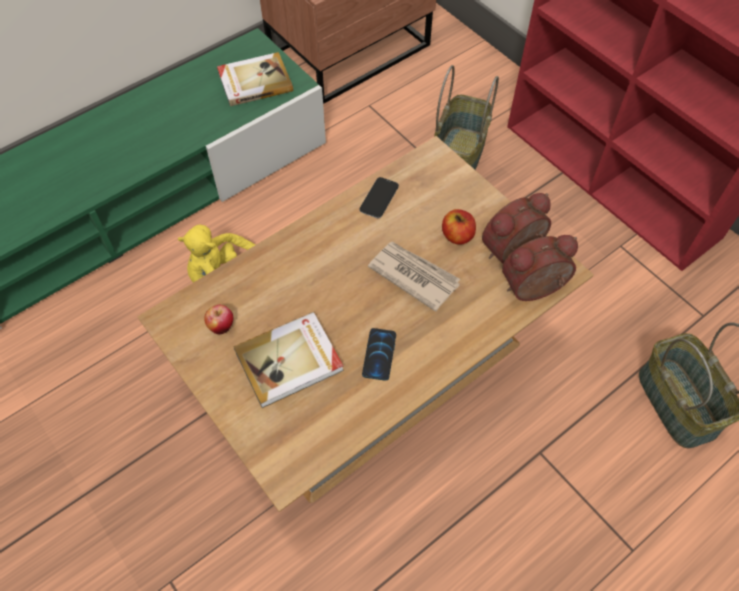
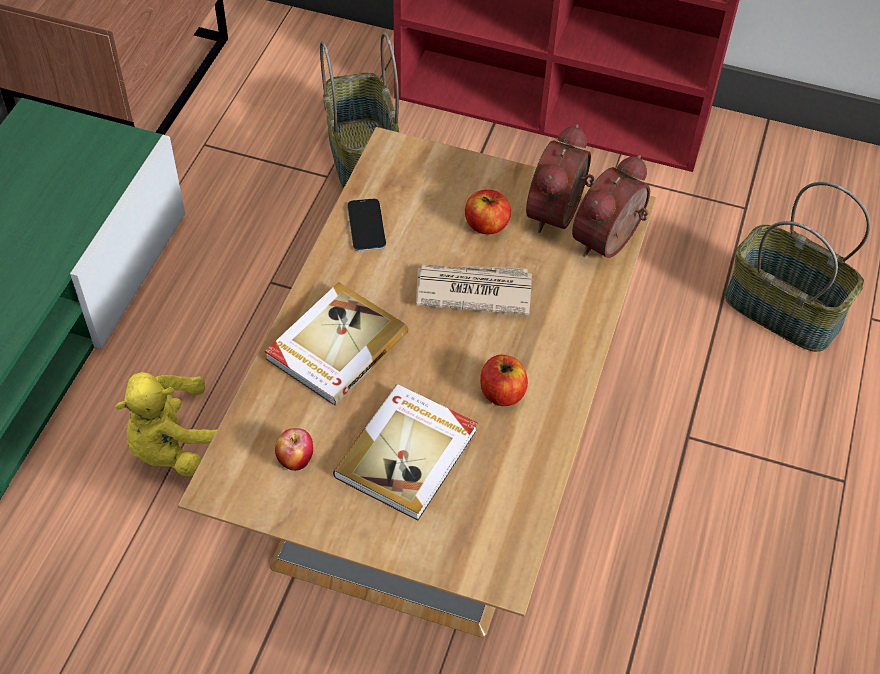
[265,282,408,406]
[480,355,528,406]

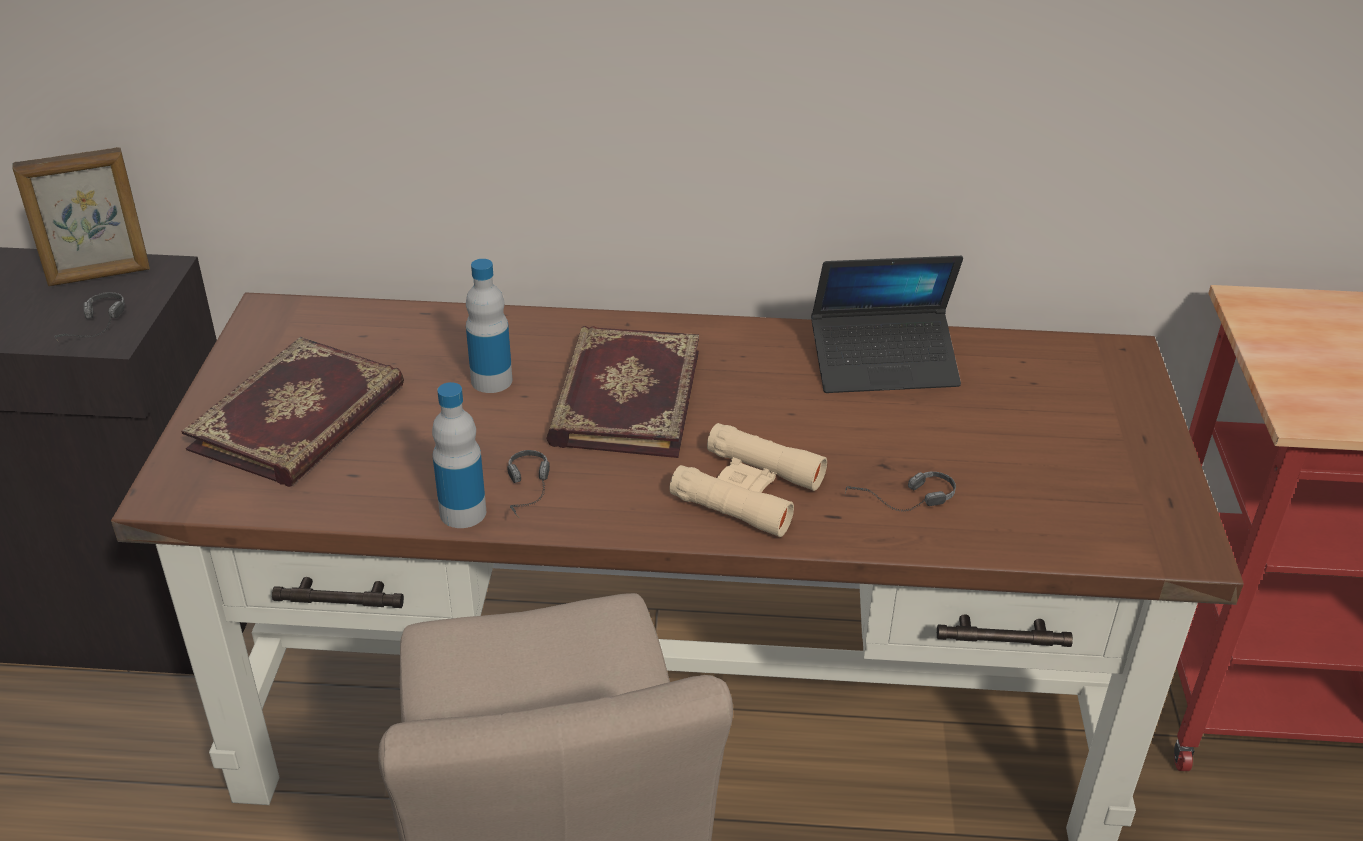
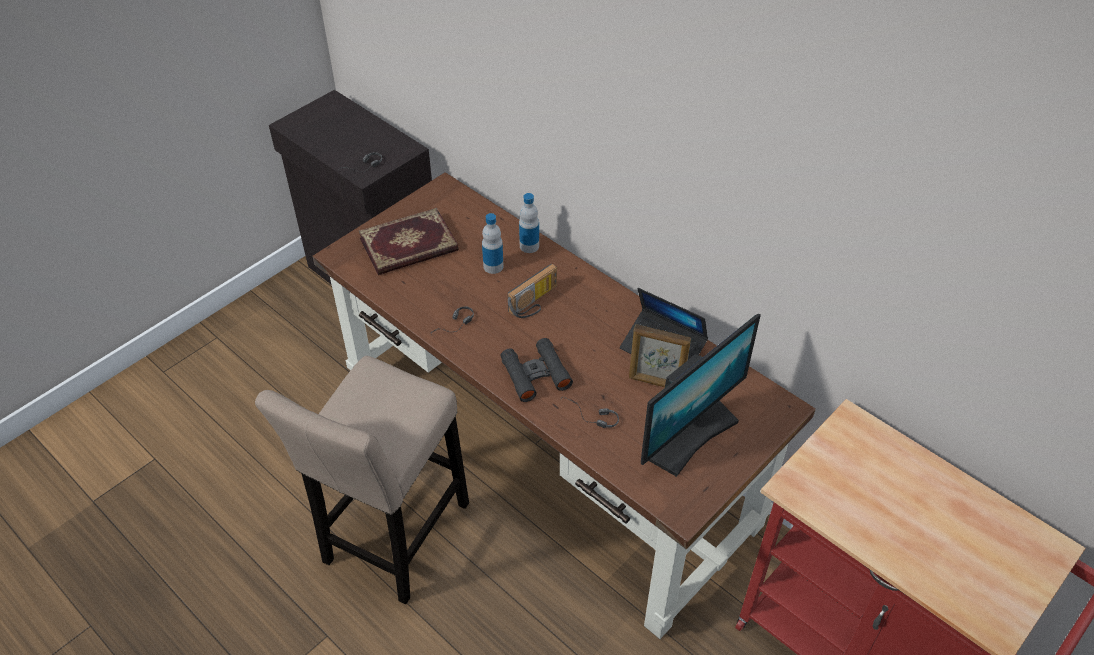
[629,324,691,387]
[519,193,539,253]
[508,264,557,318]
[501,338,573,402]
[641,314,761,477]

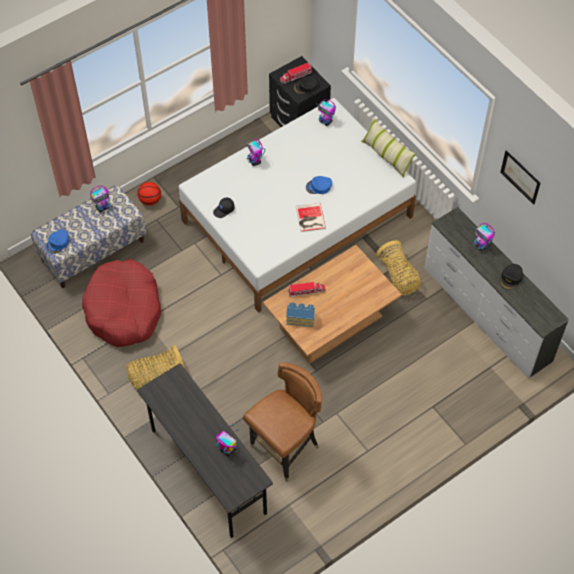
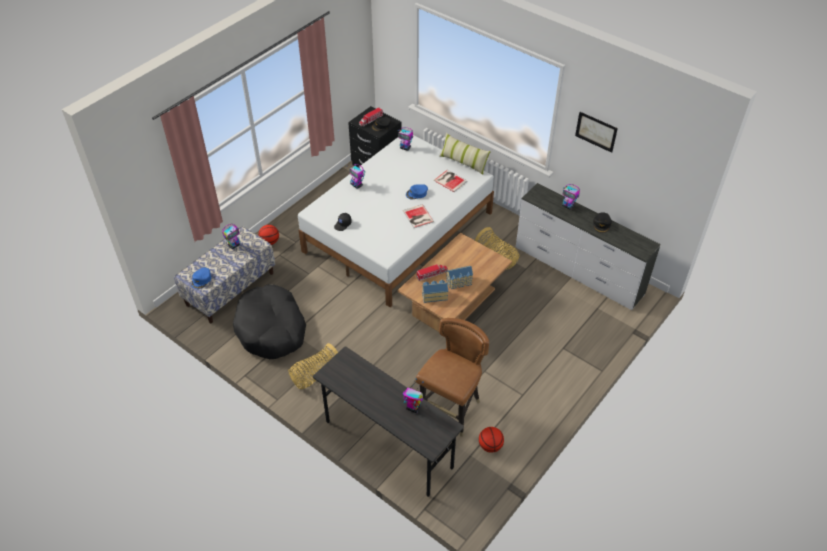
[233,284,306,359]
[434,170,467,192]
[446,266,473,289]
[479,427,504,453]

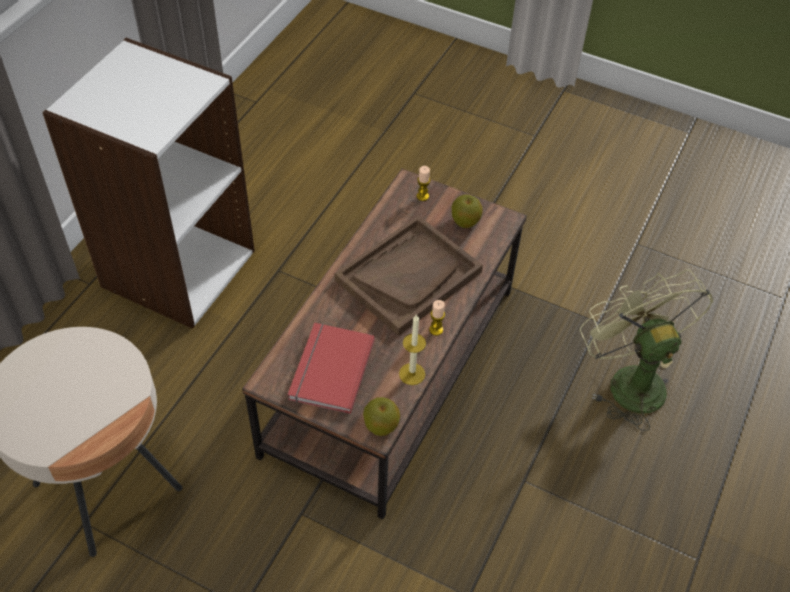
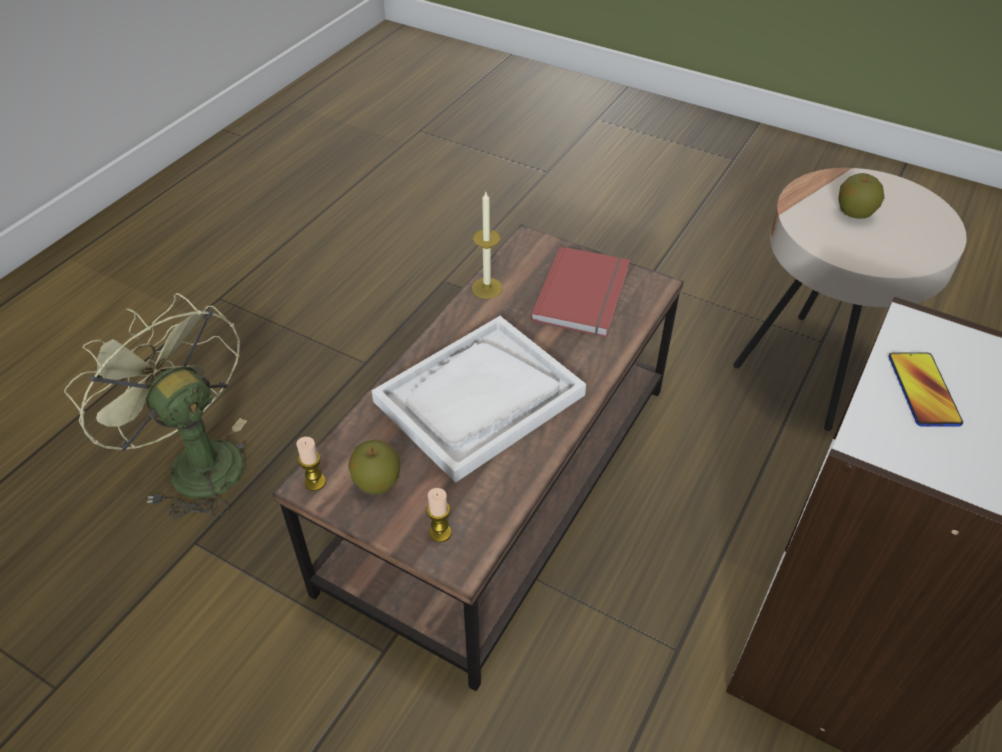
[372,316,586,483]
[838,173,884,219]
[296,437,326,491]
[64,293,247,518]
[888,353,963,427]

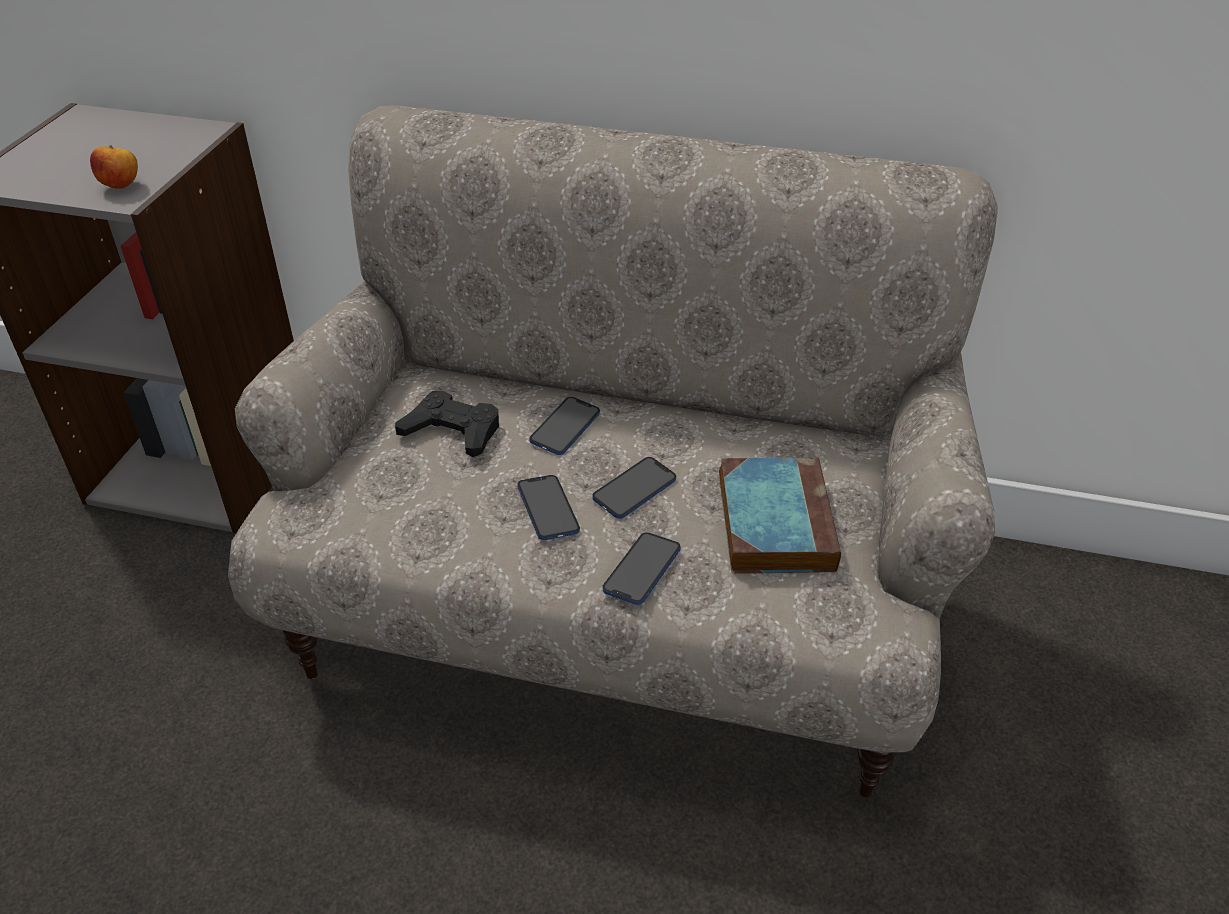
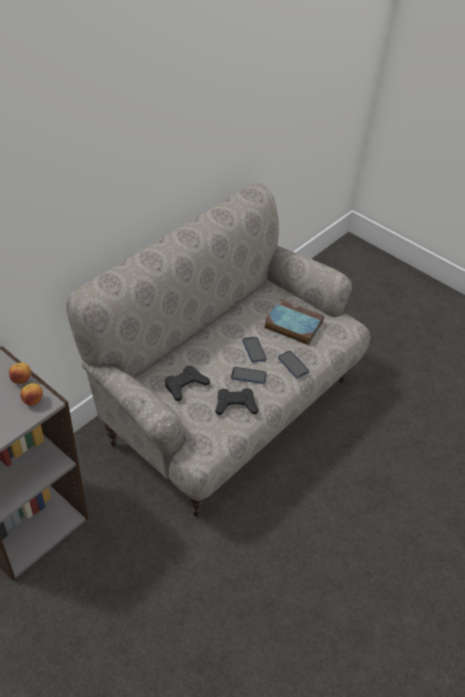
[529,397,600,455] (first image)
[9,363,31,384]
[215,388,259,415]

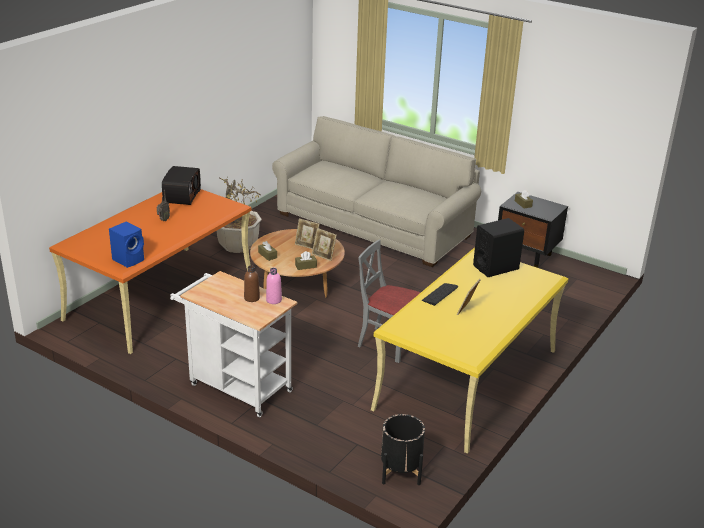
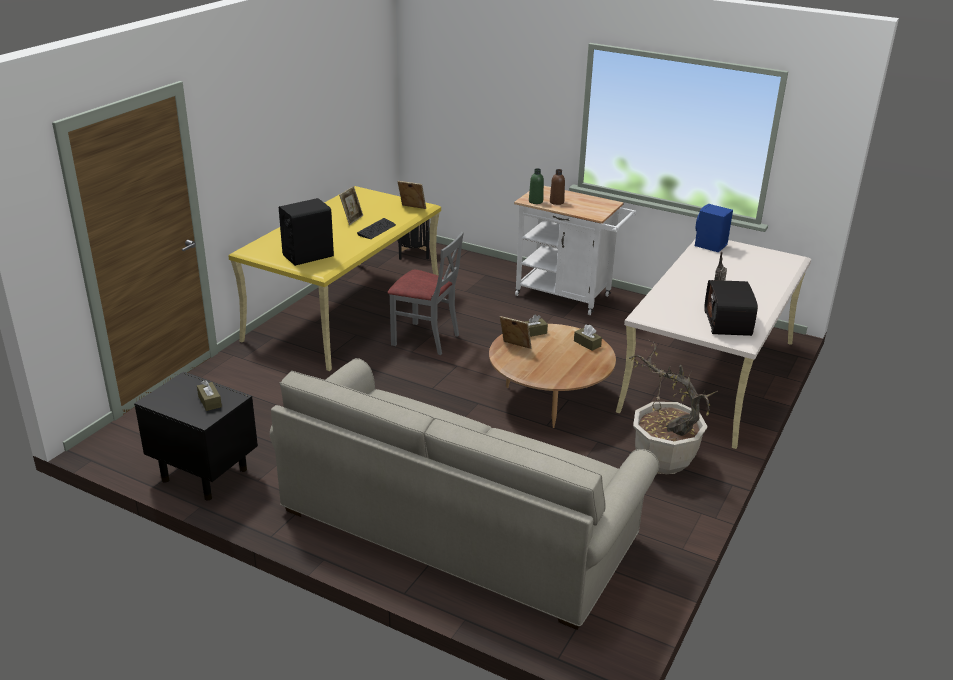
[616,239,811,449]
[529,168,544,204]
[397,181,426,209]

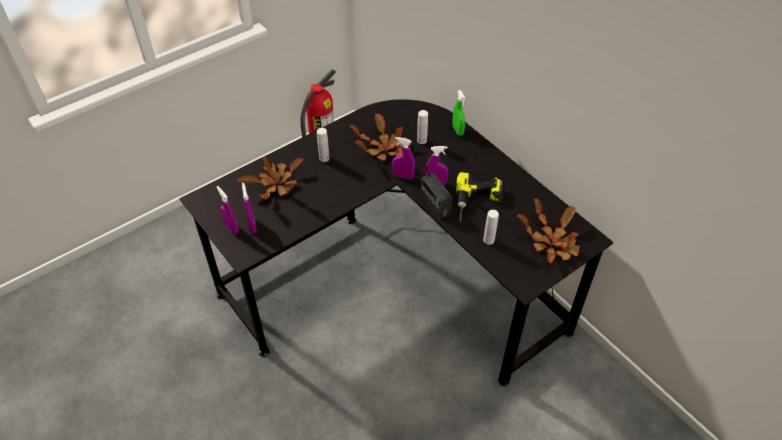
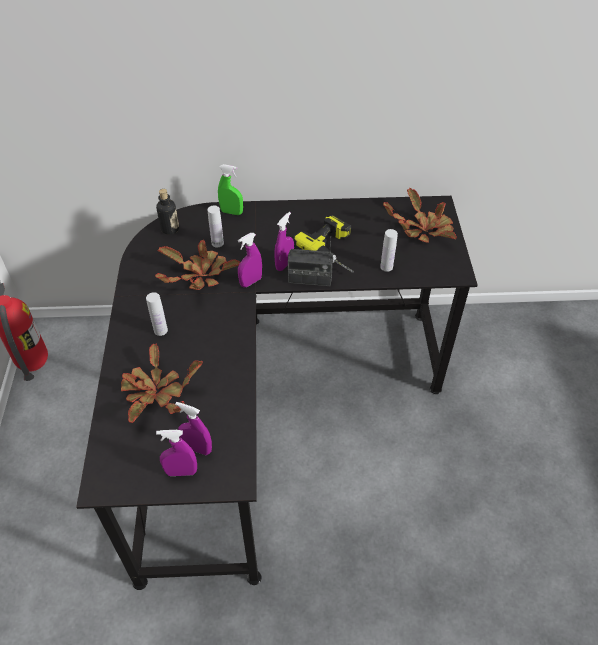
[156,189,179,235]

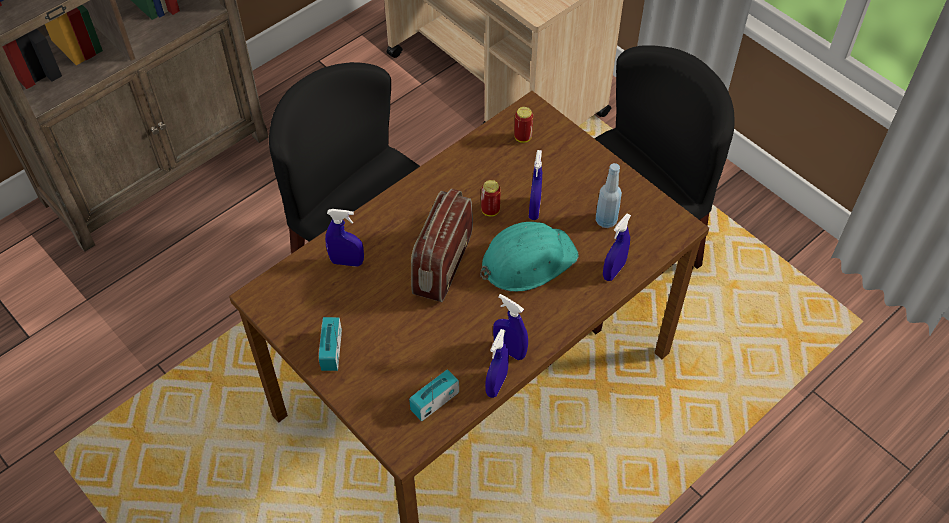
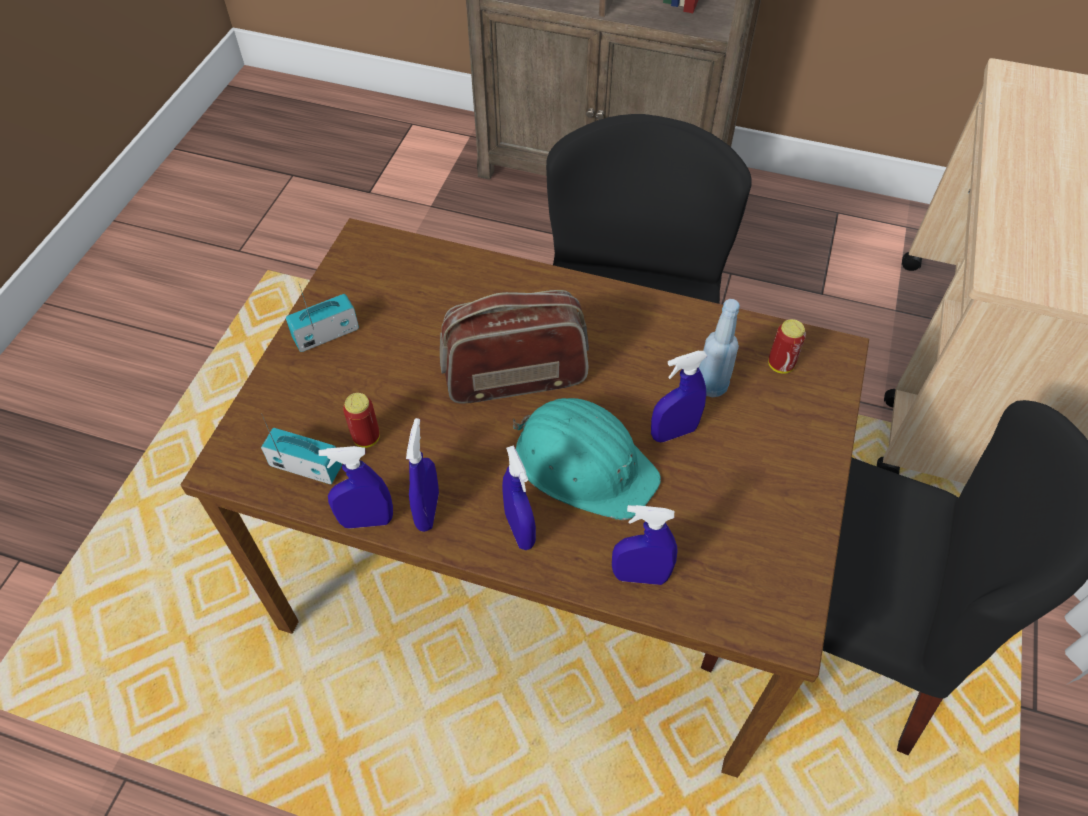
[502,445,536,550]
[343,393,380,448]
[699,299,740,397]

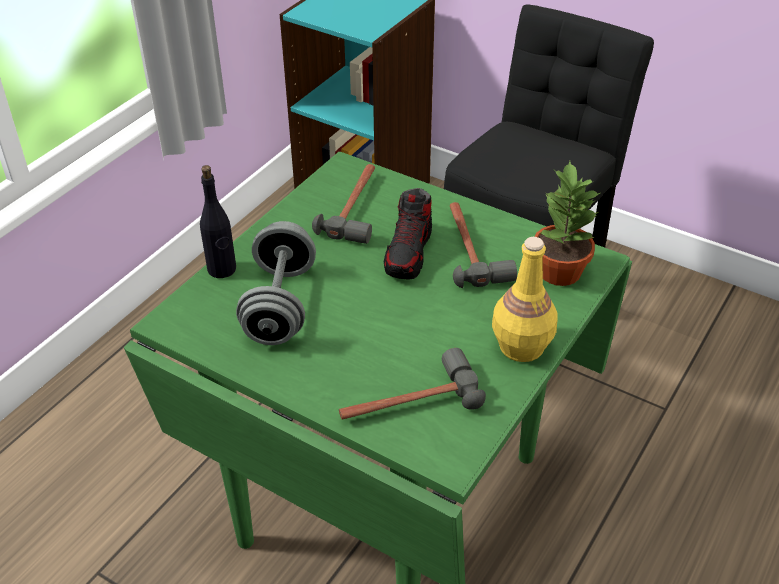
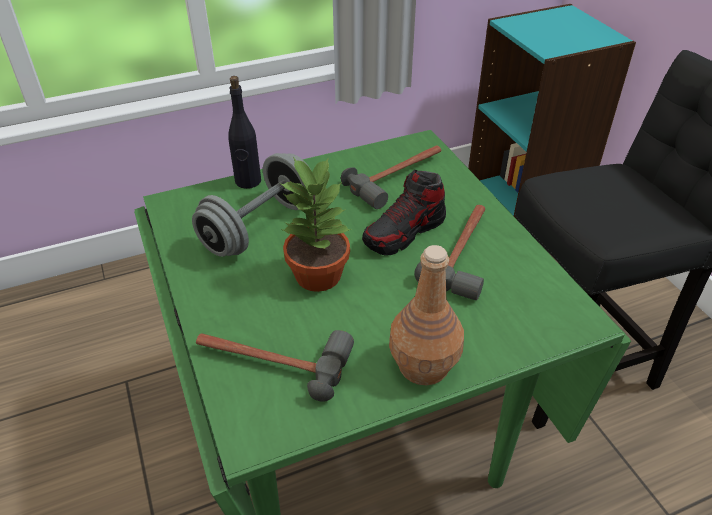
[389,245,464,385]
[280,157,352,292]

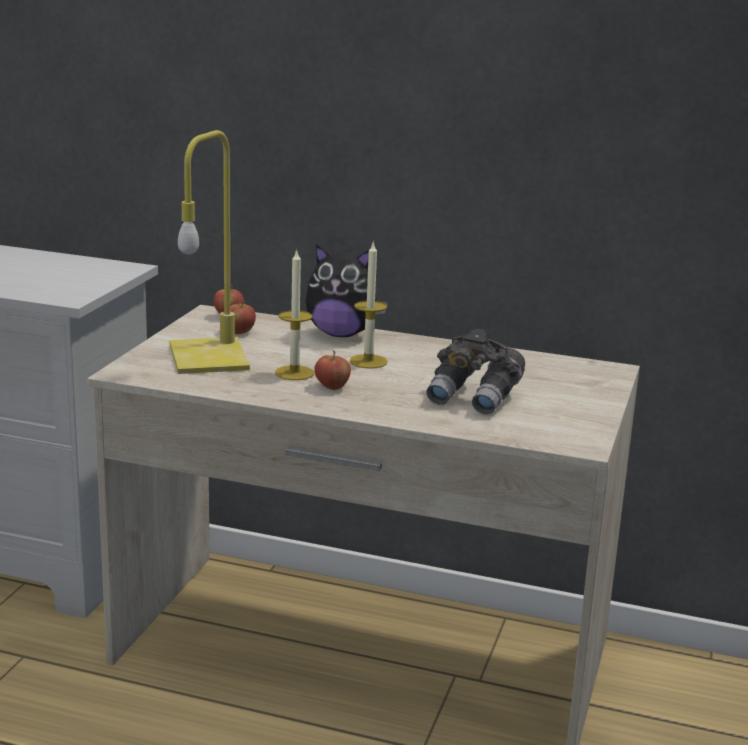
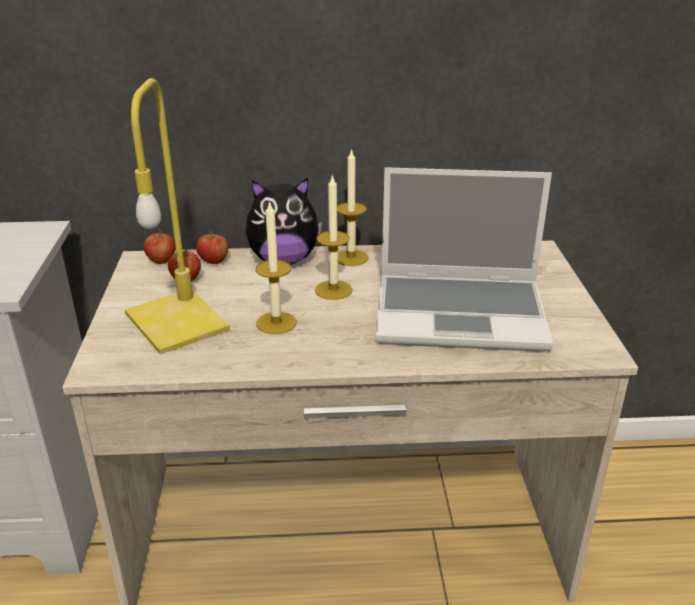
[196,230,228,264]
[376,167,553,352]
[337,148,369,266]

